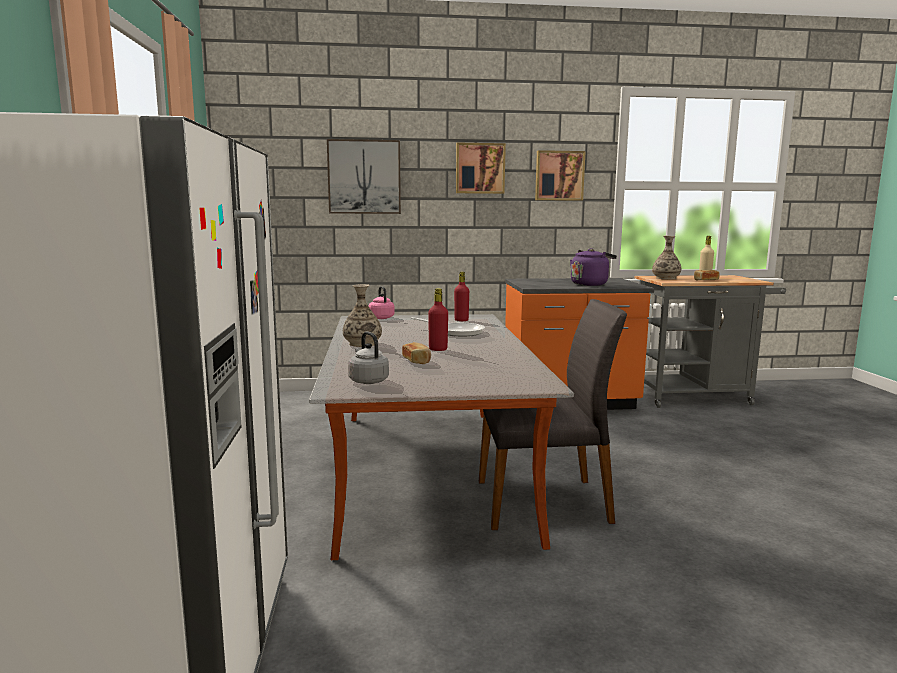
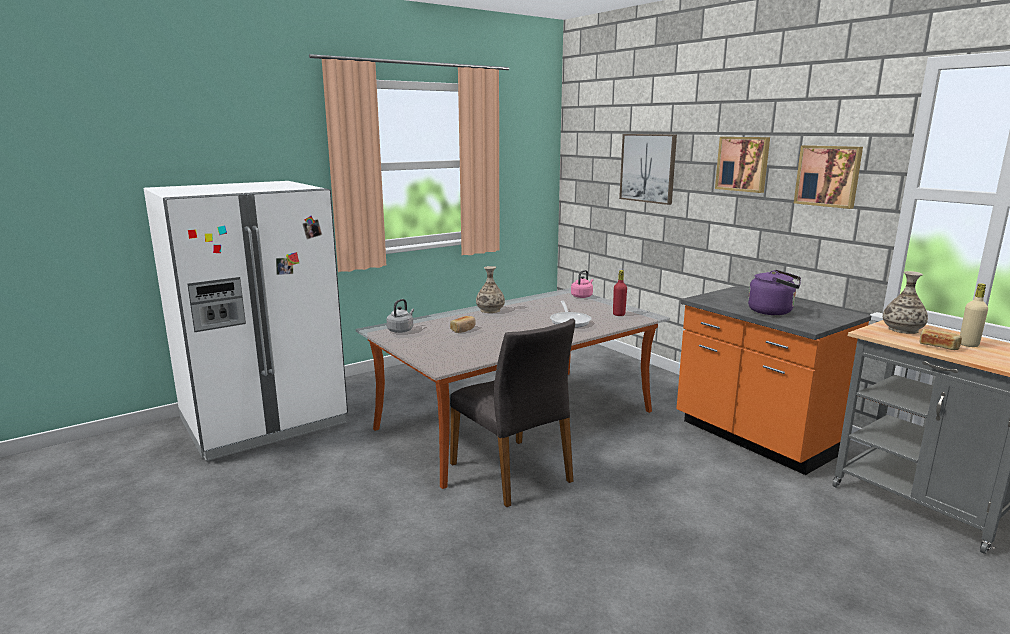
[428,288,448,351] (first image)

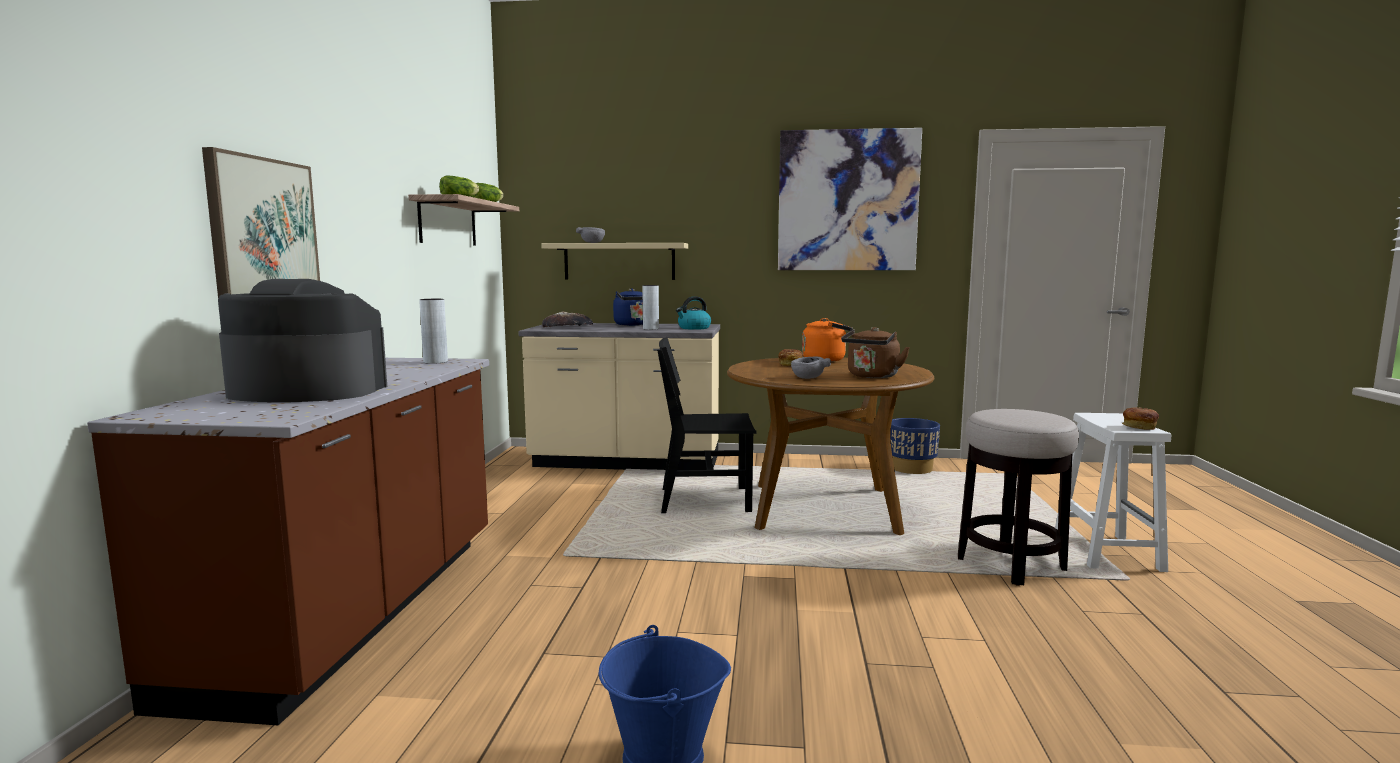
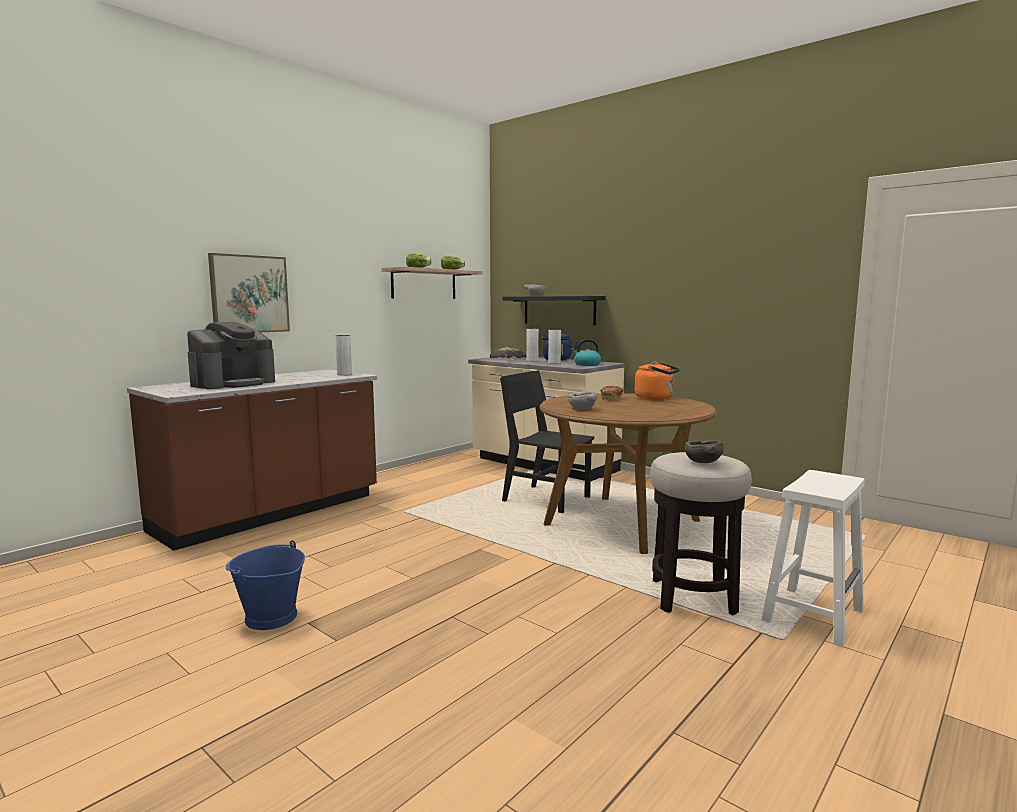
[187,322,275,389]
[502,296,606,325]
[778,128,922,270] (first image)
[841,327,910,378] (first image)
[890,418,940,474] (first image)
[1122,407,1159,430] (first image)
[526,328,539,362]
[685,440,724,463]

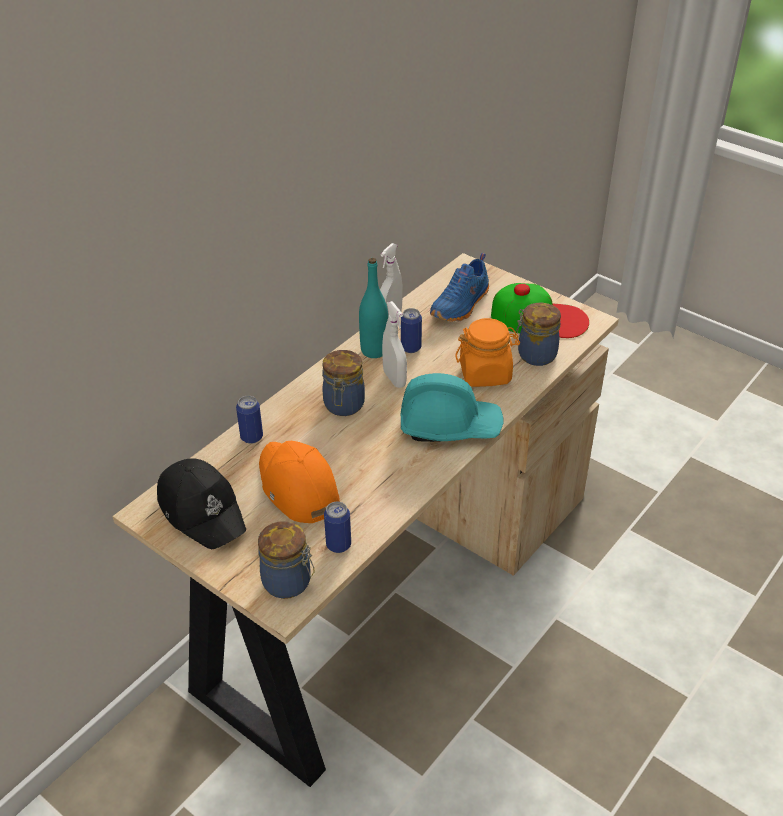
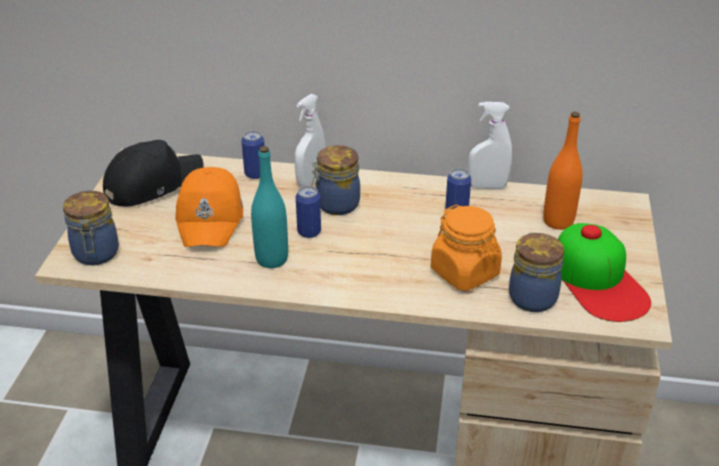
[103,140,203,207]
[175,167,243,247]
[296,186,321,238]
[251,146,288,268]
[295,94,325,187]
[401,373,504,442] (first image)
[543,112,583,230]

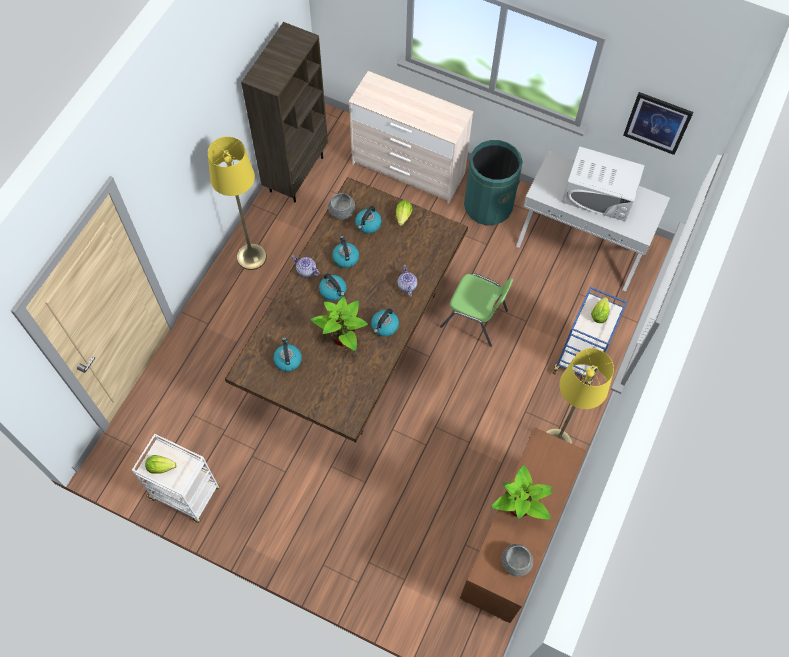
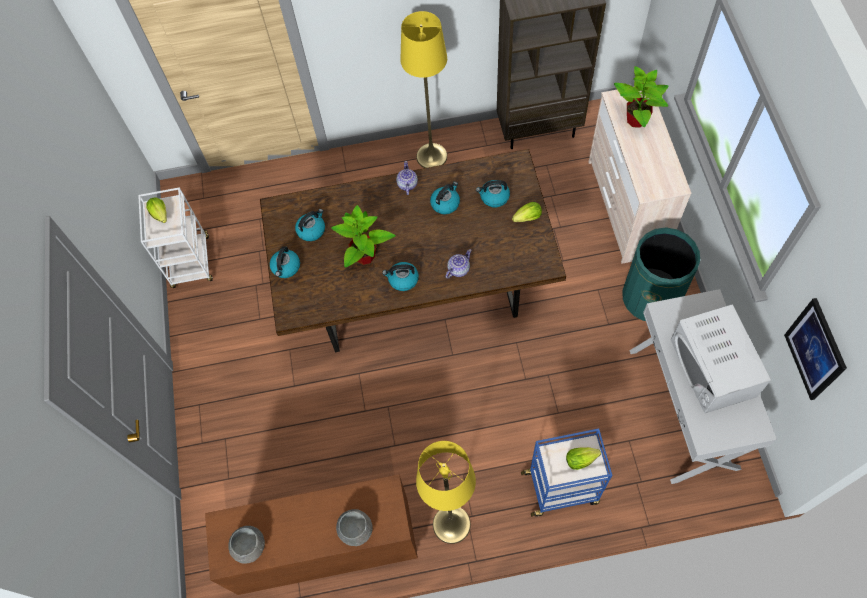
[270,246,300,278]
[336,509,373,546]
[440,273,513,347] (first image)
[614,66,669,128]

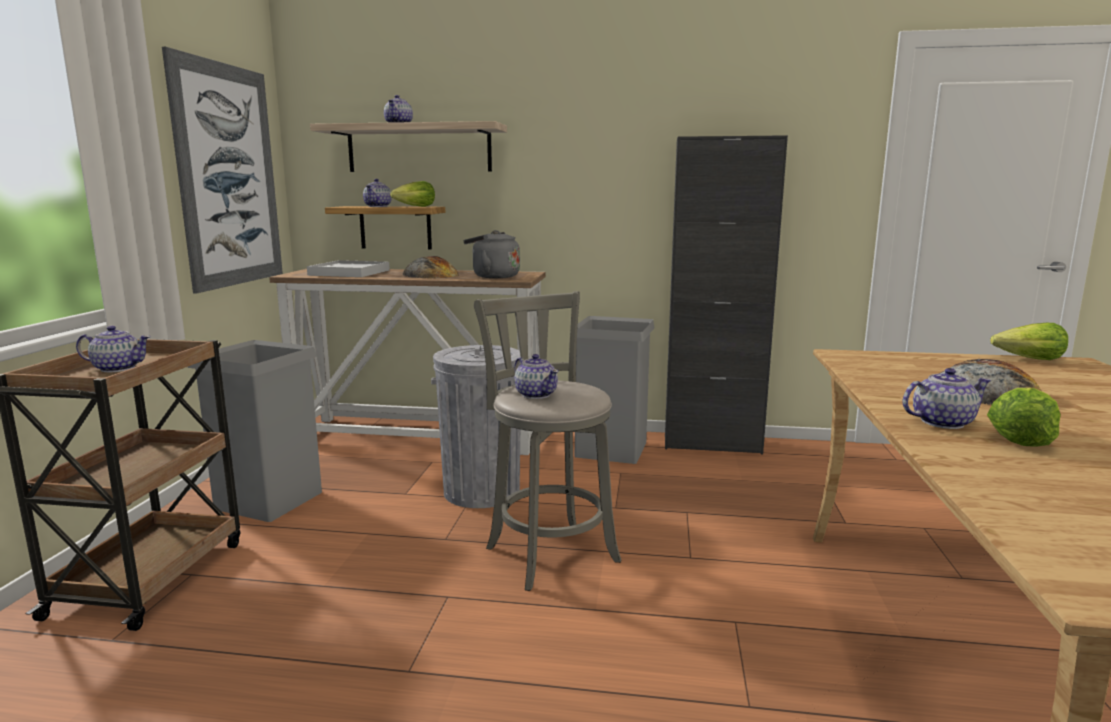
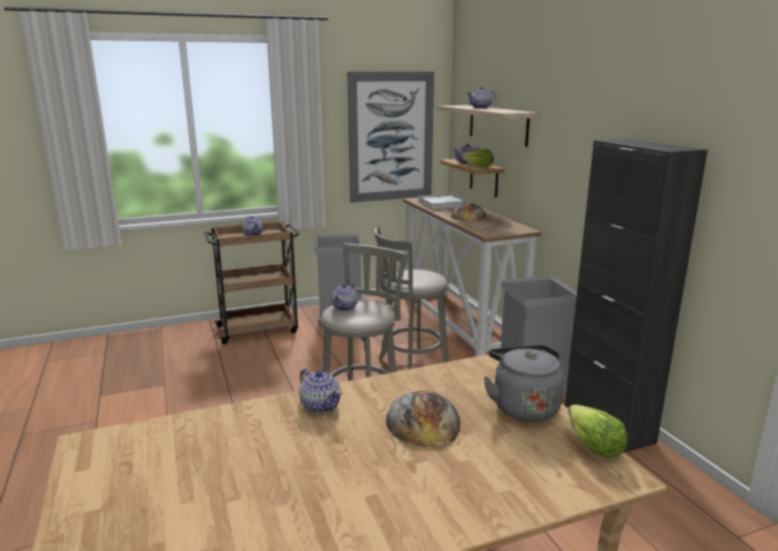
[374,226,449,369]
[484,345,564,422]
[987,388,1061,447] (first image)

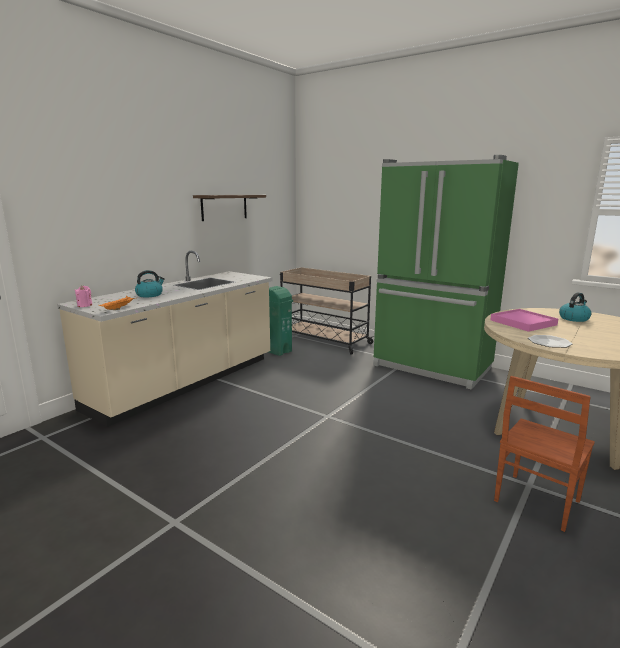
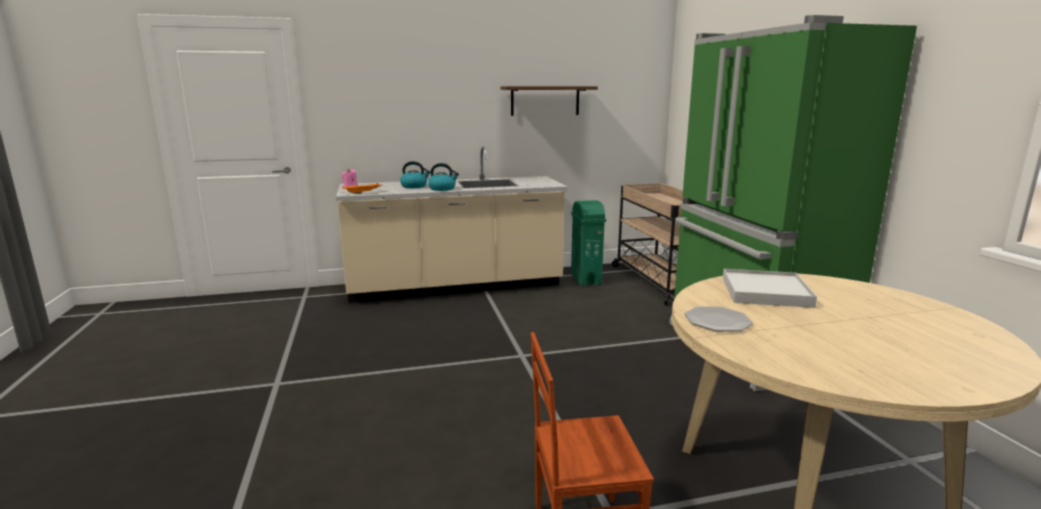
[723,269,817,308]
[428,163,459,191]

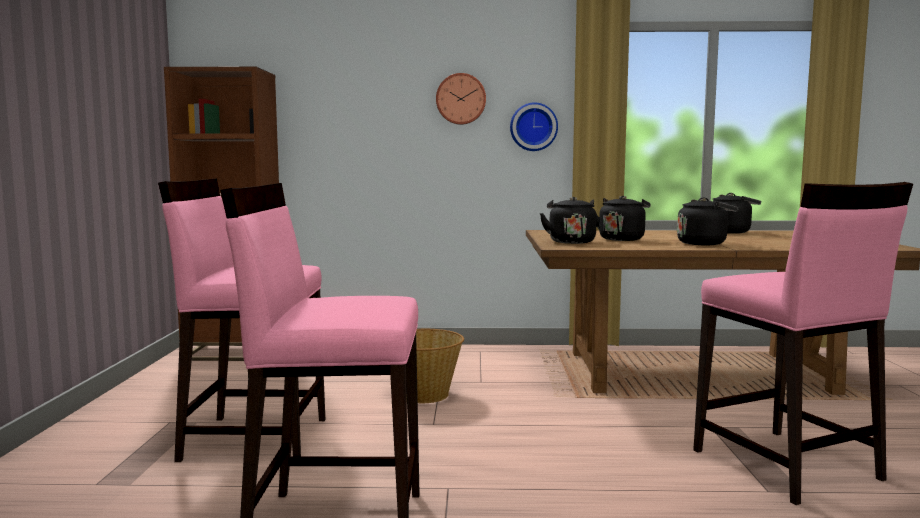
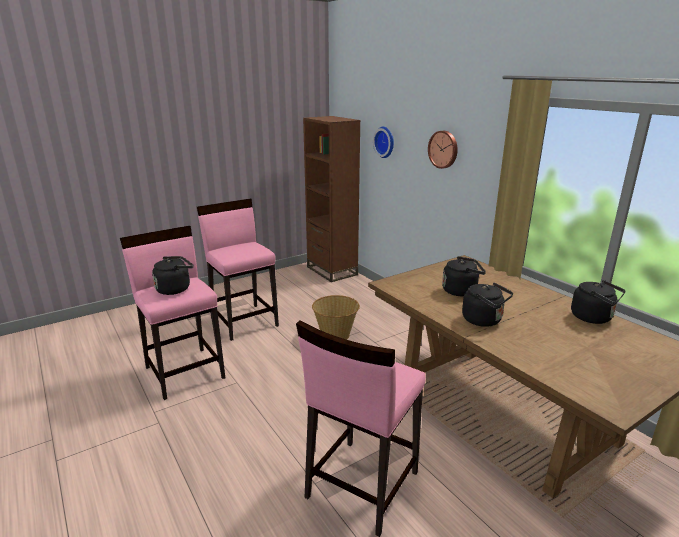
[373,127,394,158]
[152,256,194,295]

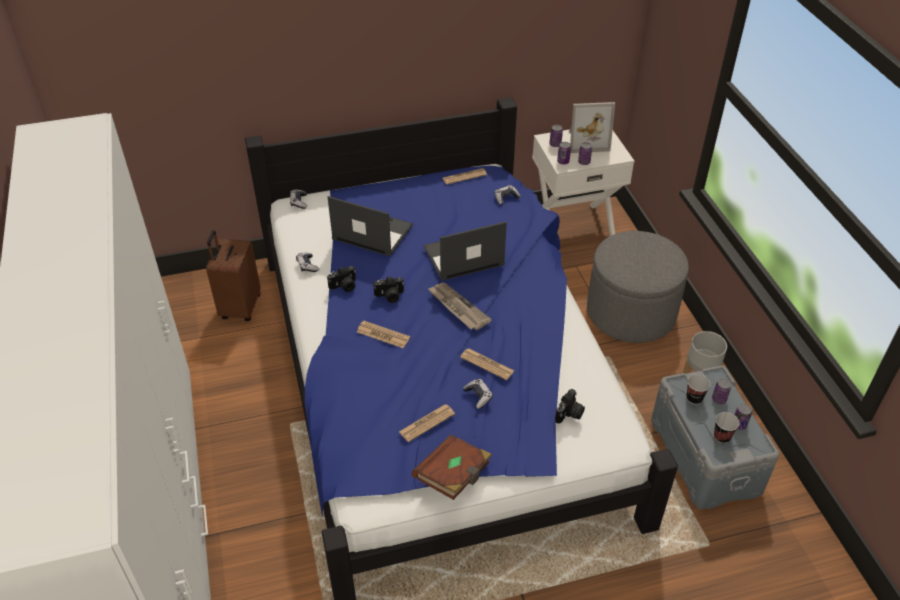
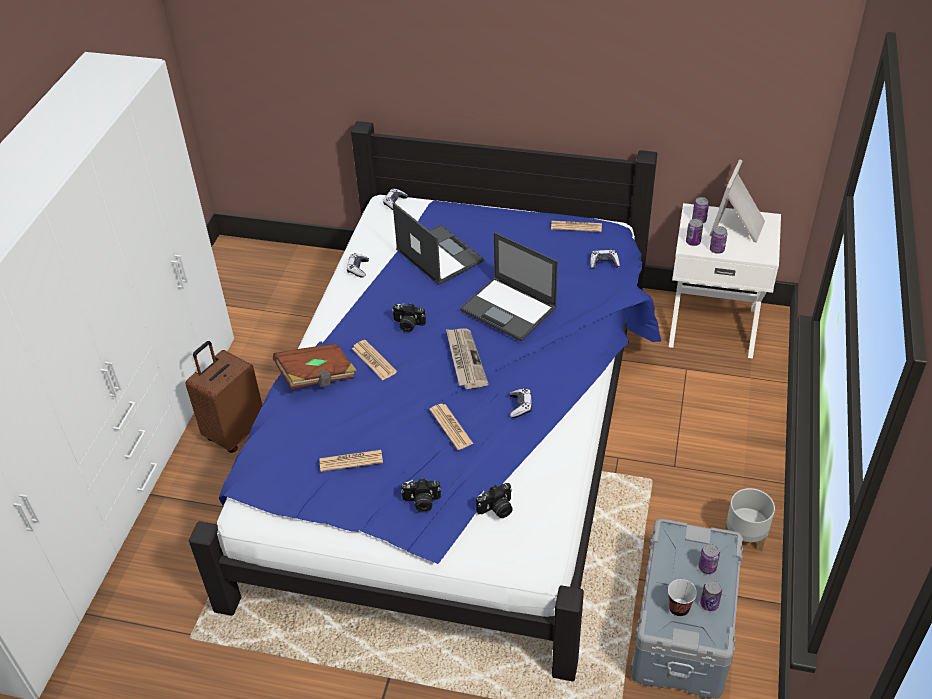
[186,341,263,453]
[401,478,441,513]
[273,343,357,389]
[460,232,558,341]
[509,388,532,418]
[709,159,765,243]
[587,231,689,343] (first image)
[686,374,711,405] (first image)

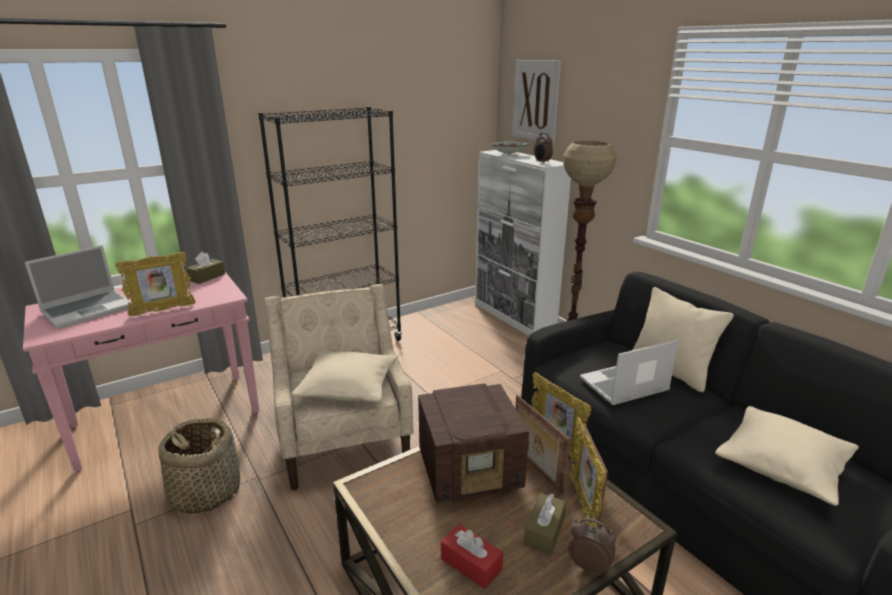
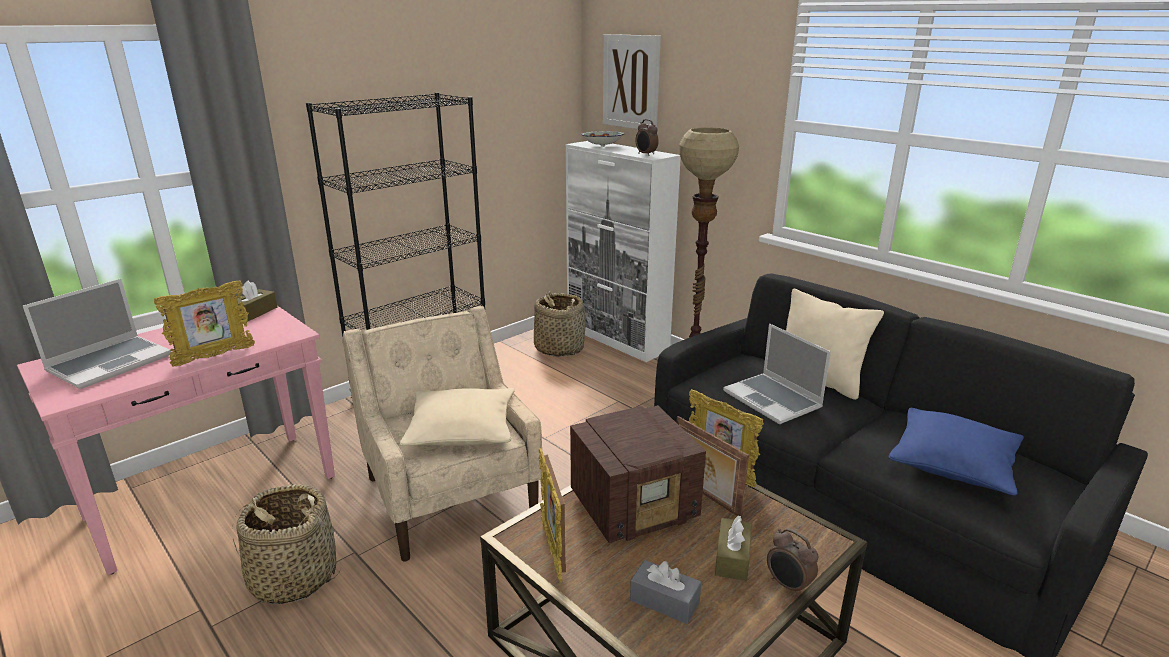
[630,560,701,624]
[767,528,818,596]
[539,448,566,583]
[723,324,831,424]
[889,408,1024,495]
[534,291,585,357]

